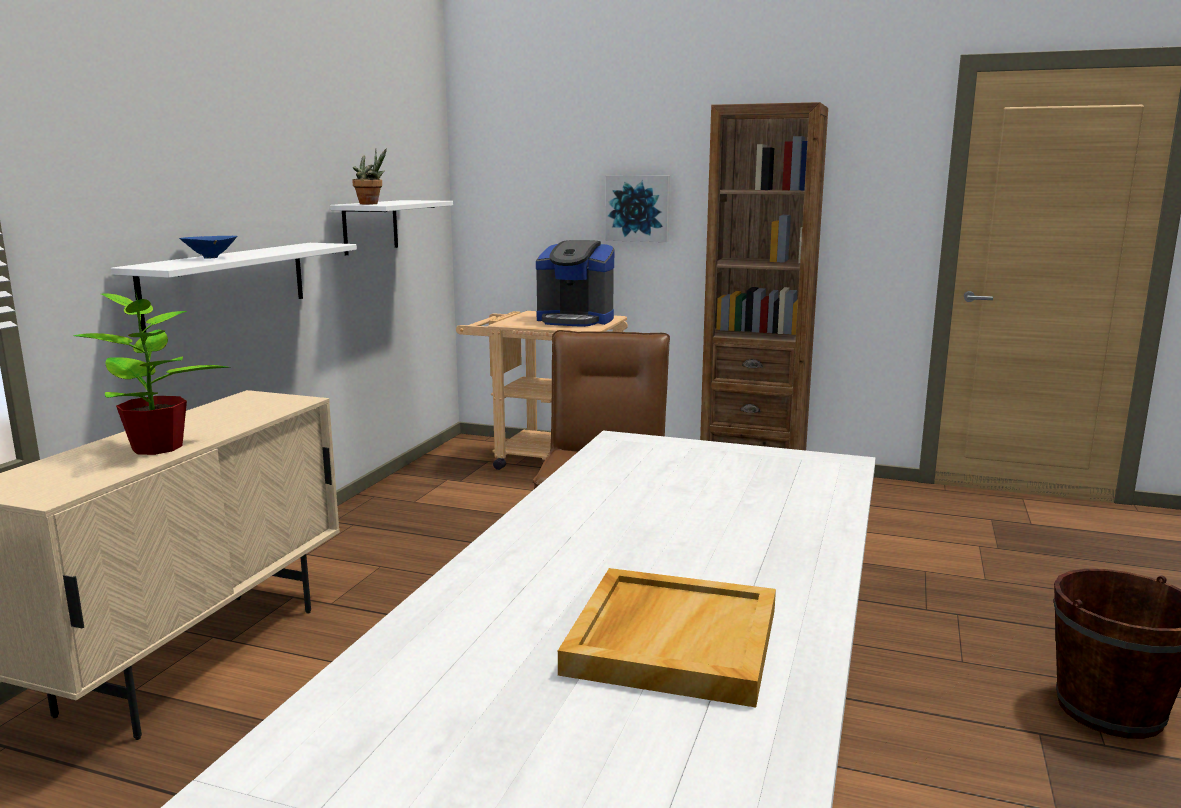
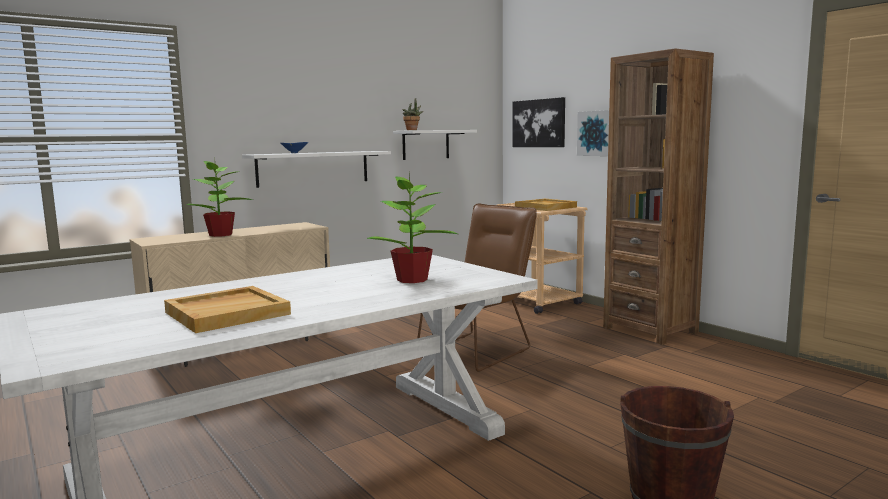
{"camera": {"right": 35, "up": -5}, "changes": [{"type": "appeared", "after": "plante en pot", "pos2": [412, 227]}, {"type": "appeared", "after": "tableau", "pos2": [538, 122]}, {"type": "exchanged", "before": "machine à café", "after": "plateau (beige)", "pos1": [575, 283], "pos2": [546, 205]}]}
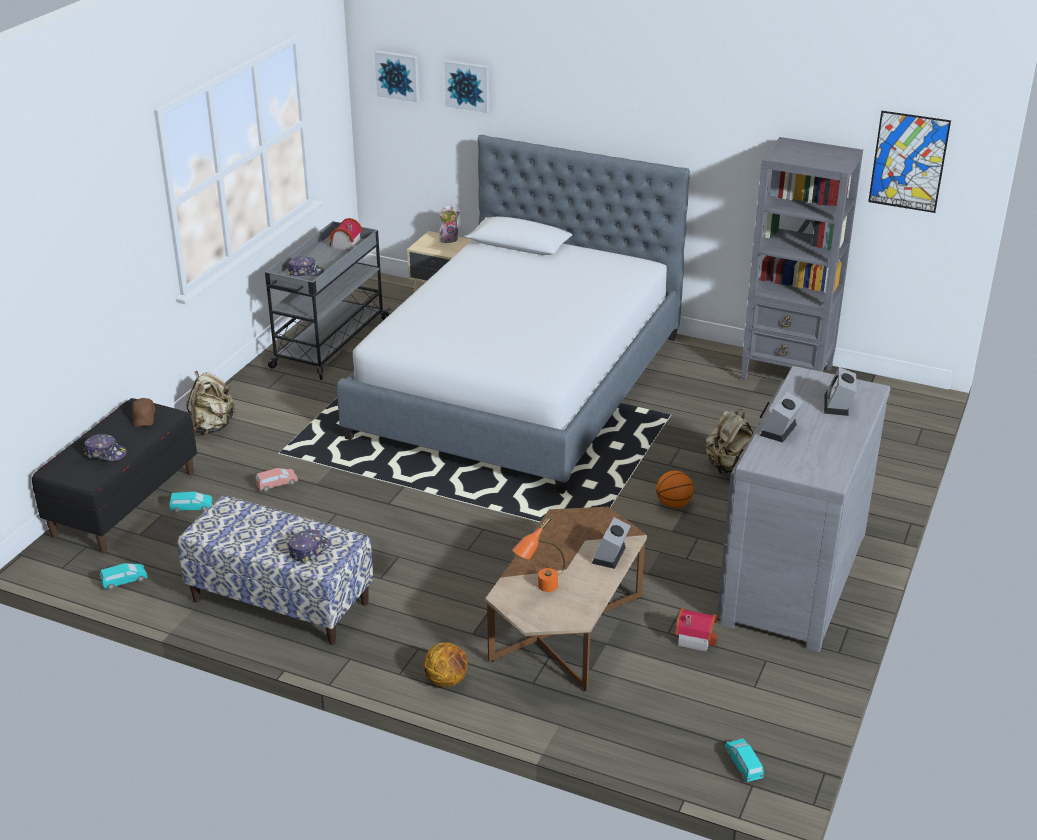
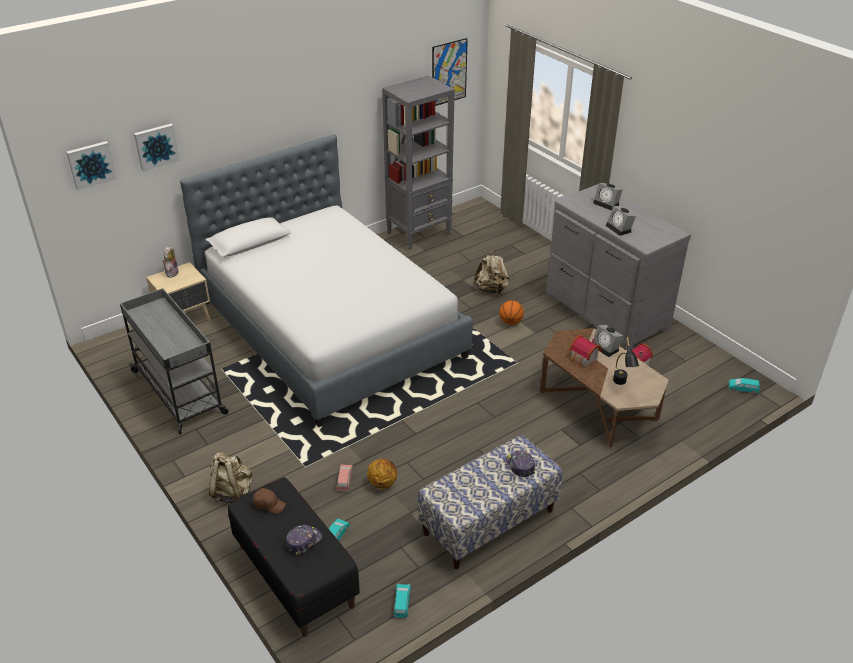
{"camera": {"right": -60, "up": 5}, "changes": [{"type": "missing", "before": "casquette", "pos1": [306, 266]}, {"type": "relocated", "before": "maison miniature", "pos1": [346, 234], "pos2": [585, 351]}, {"type": "relocated", "before": "ballon de basket", "pos1": [446, 664], "pos2": [382, 473]}, {"type": "colour", "before": "lampe de table (orange)", "after": "lampe de table (noir)", "pos1": [538, 554], "pos2": [626, 361]}]}
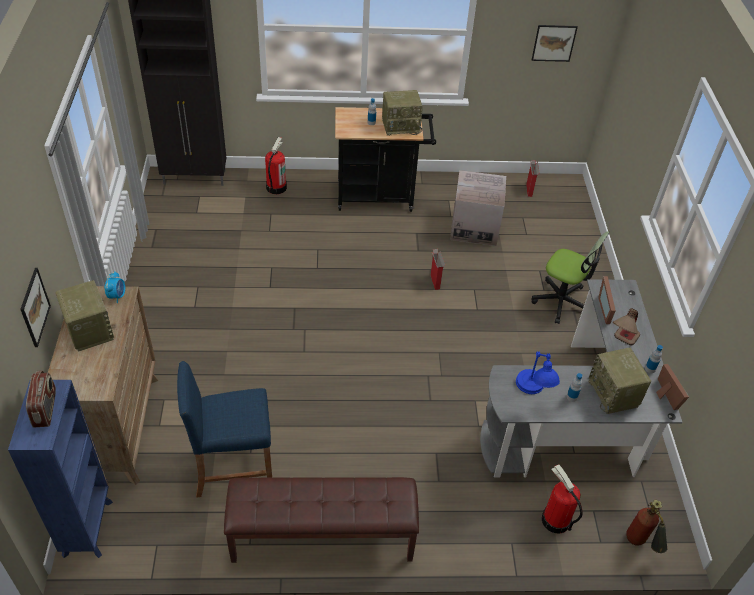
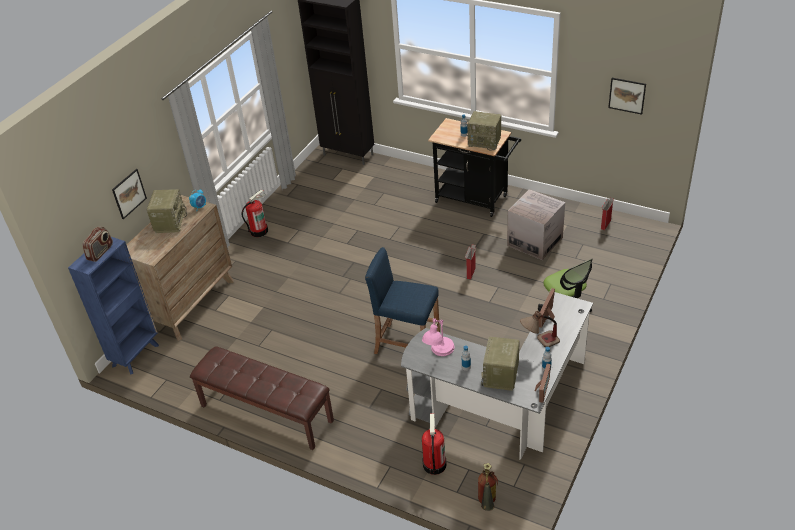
{"camera": {"right": 35, "up": -5}, "changes": [{"type": "relocated", "before": "tabouret (bleu)", "pos1": [224, 429], "pos2": [402, 300]}, {"type": "relocated", "before": "extincteur", "pos1": [276, 165], "pos2": [255, 213]}, {"type": "colour", "before": "lampe de table (bleu)", "after": "lampe de table (rose)", "pos1": [538, 373], "pos2": [438, 337]}]}
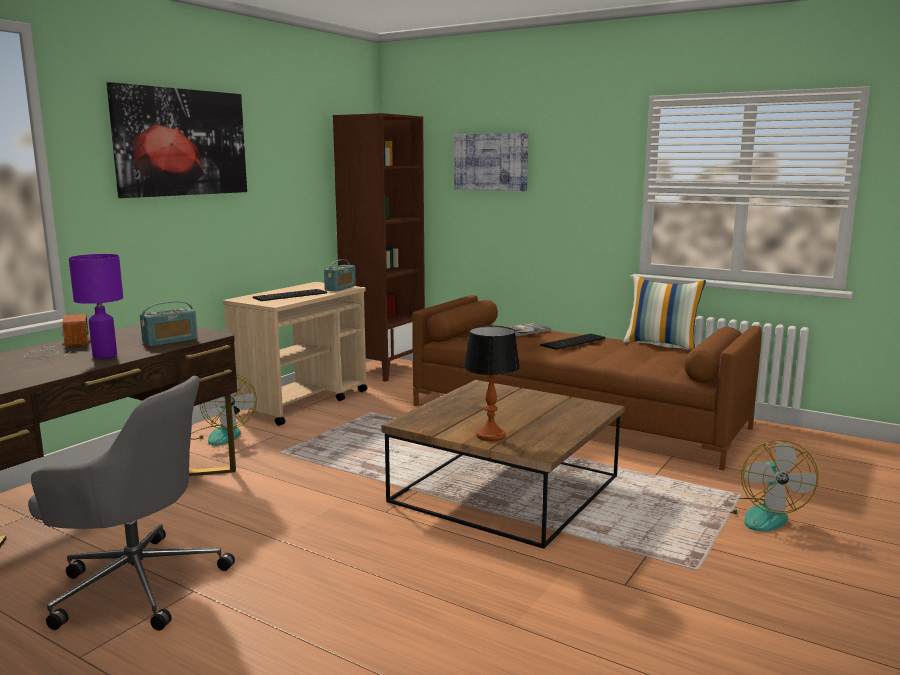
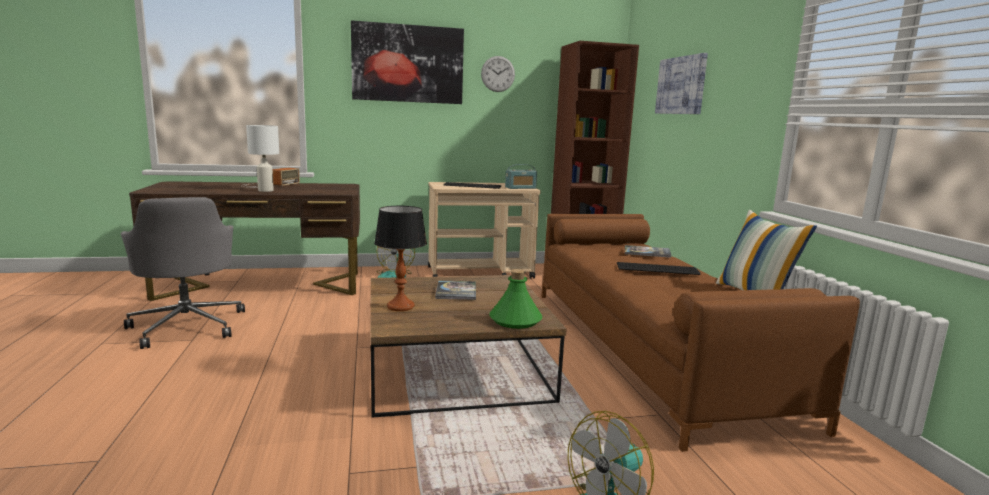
{"camera": {"right": 45, "up": 0}, "changes": [{"type": "missing", "before": "radio", "pos1": [169, 323]}, {"type": "appeared", "after": "livre", "pos2": [455, 290]}, {"type": "appeared", "after": "horloge murale", "pos2": [498, 74]}, {"type": "appeared", "after": "bouteille (vert)", "pos2": [516, 299]}, {"type": "colour", "before": "lampe de table (violet)", "after": "lampe de table (blanc)", "pos1": [96, 306], "pos2": [262, 158]}]}
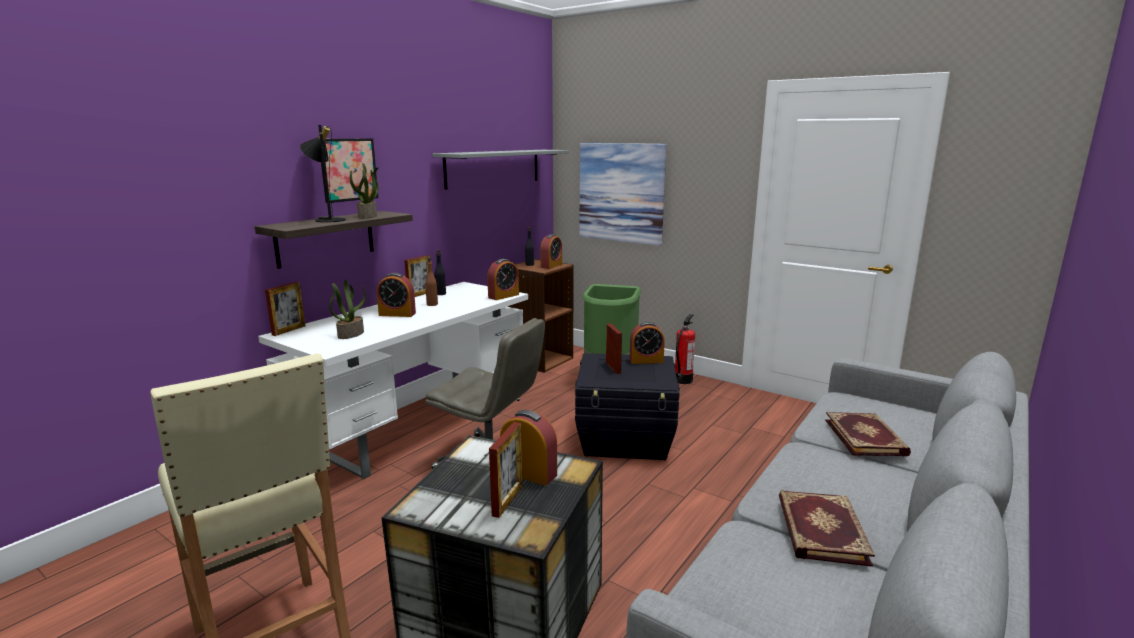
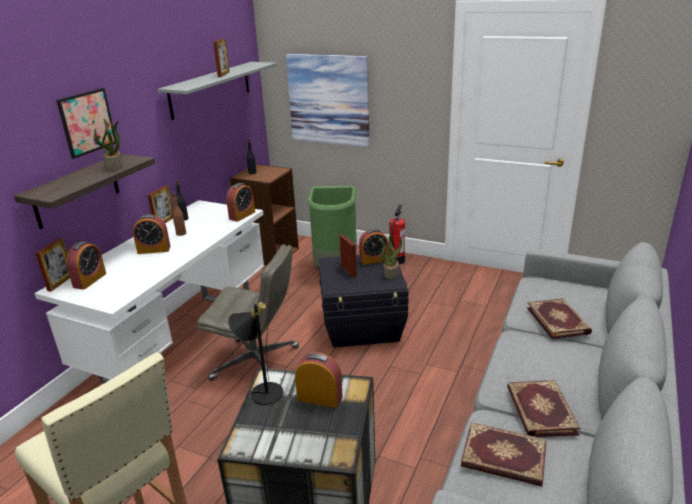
{"camera": {"right": -10, "up": 10}, "changes": [{"type": "appeared", "after": "livre", "pos2": [504, 454]}, {"type": "relocated", "before": "lampe de table (noir)", "pos1": [323, 174], "pos2": [255, 353]}, {"type": "relocated", "before": "plante en pot", "pos1": [347, 309], "pos2": [390, 257]}, {"type": "relocated", "before": "cadre photo", "pos1": [506, 470], "pos2": [221, 57]}, {"type": "relocated", "before": "réveil", "pos1": [551, 251], "pos2": [86, 265]}]}
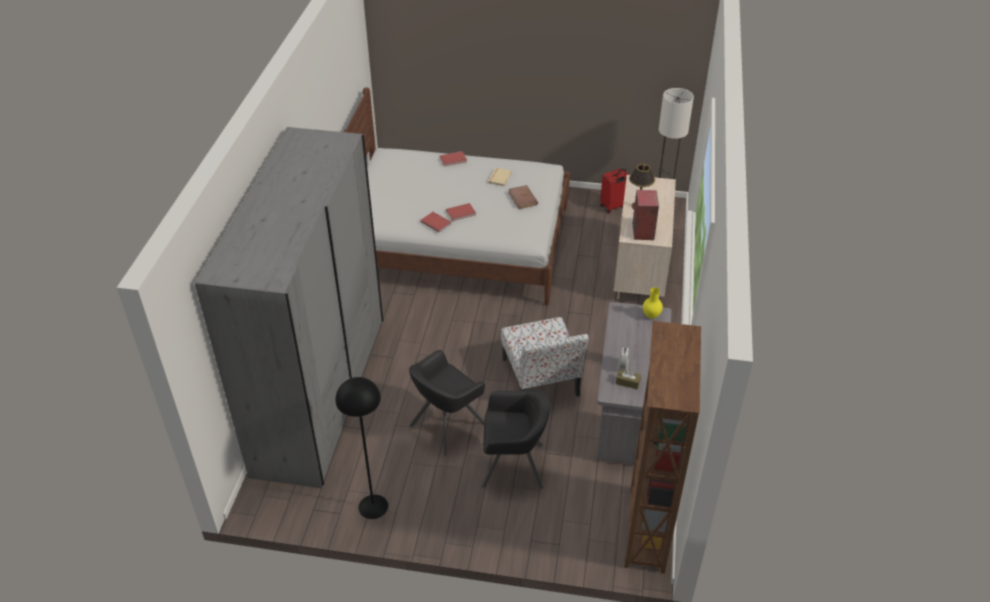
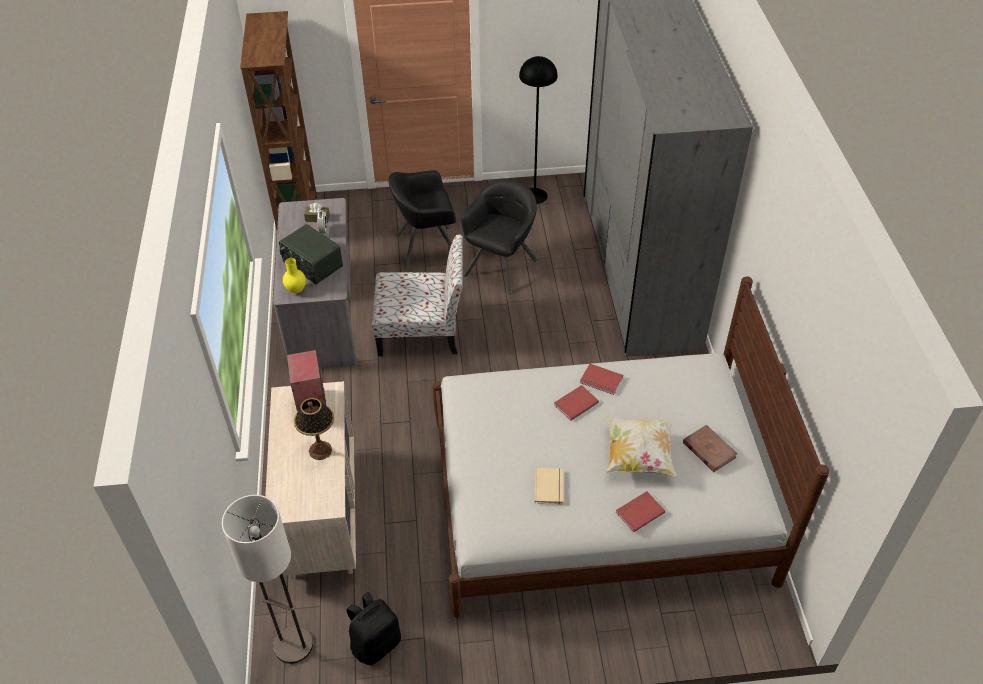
{"camera": {"right": 165, "up": 5}, "changes": [{"type": "appeared", "after": "radio", "pos2": [311, 254]}, {"type": "appeared", "after": "coussin", "pos2": [641, 446]}, {"type": "relocated", "before": "livre (marron)", "pos1": [523, 197], "pos2": [710, 448]}, {"type": "exchanged", "before": "valise (rouge)", "after": "sac à dos (noir)", "pos1": [614, 190], "pos2": [373, 629]}, {"type": "spun", "before": "chaise", "pos1": [545, 357], "pos2": [417, 295], "turn": 120}]}
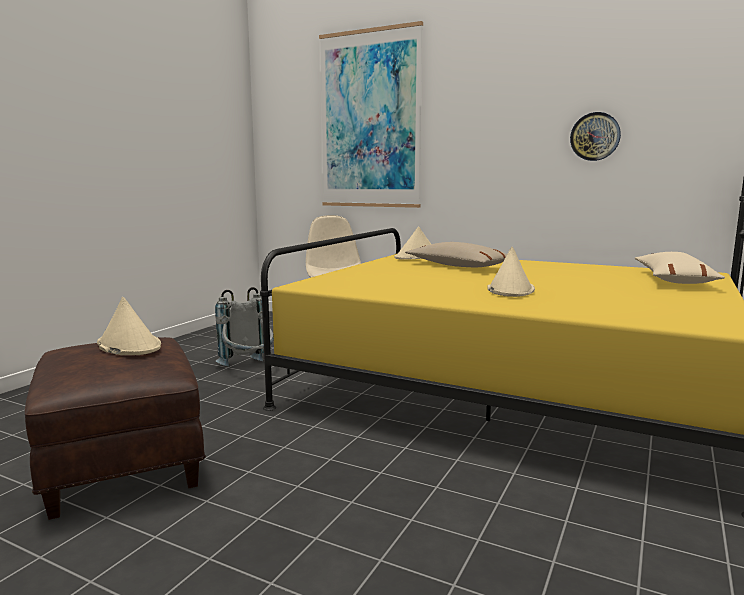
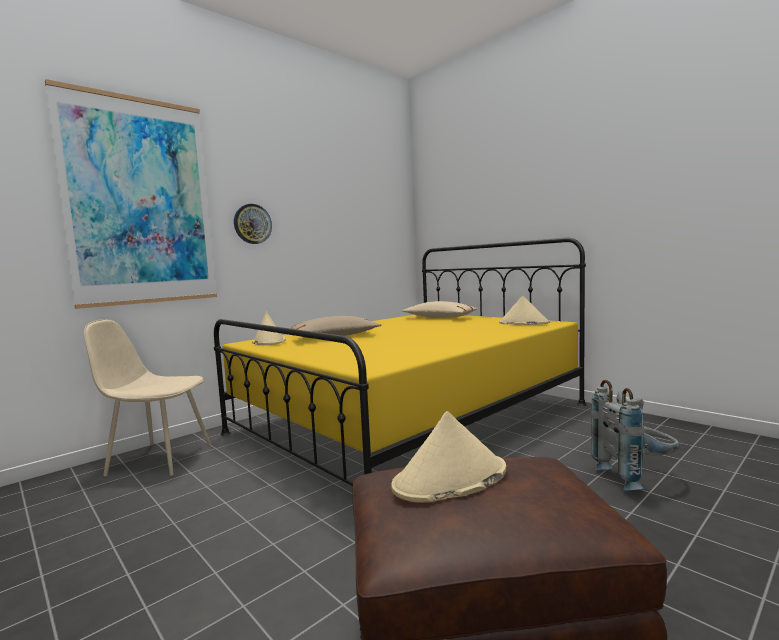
{"camera": {"right": -70, "up": -5}, "changes": [{"type": "relocated", "before": "sac à dos (gris)", "pos1": [244, 327], "pos2": [635, 435]}, {"type": "relocated", "before": "chapeau (beige)", "pos1": [511, 272], "pos2": [524, 310]}, {"type": "relocated", "before": "horloge murale", "pos1": [595, 136], "pos2": [253, 224]}]}
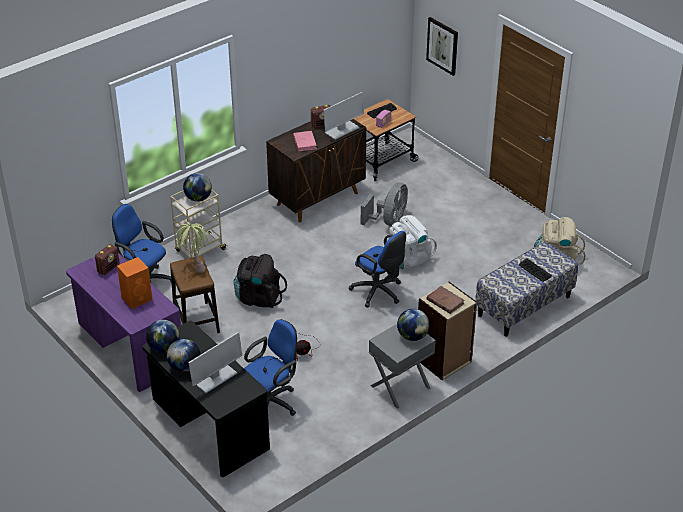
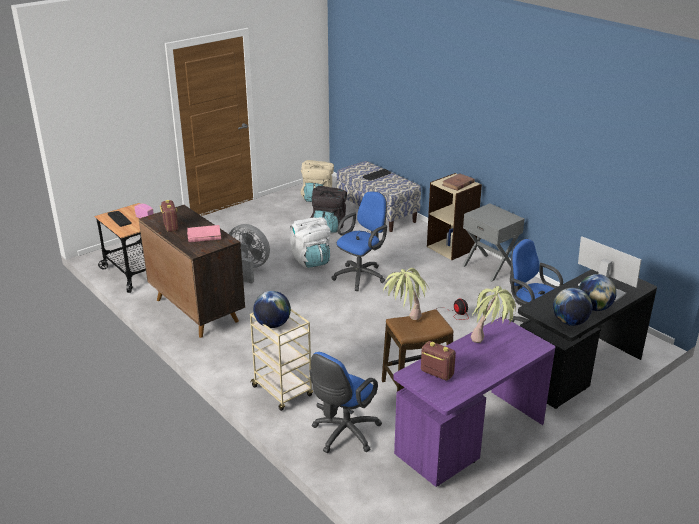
{"camera": {"right": -90, "up": -10}, "changes": [{"type": "missing", "before": "écran d'ordinateur", "pos1": [343, 116]}, {"type": "missing", "before": "globe", "pos1": [413, 325]}, {"type": "missing", "before": "tableau", "pos1": [442, 46]}, {"type": "relocated", "before": "sac à dos (noir)", "pos1": [260, 281], "pos2": [329, 209]}, {"type": "exchanged", "before": "enceinte (orange)", "after": "plante en pot", "pos1": [134, 283], "pos2": [493, 314]}]}
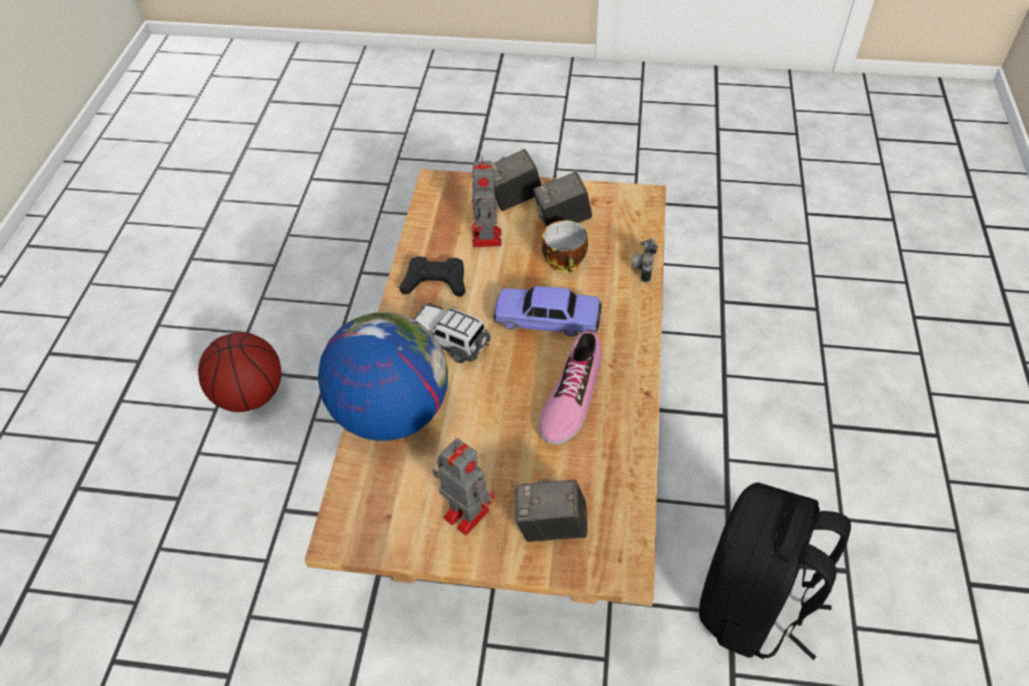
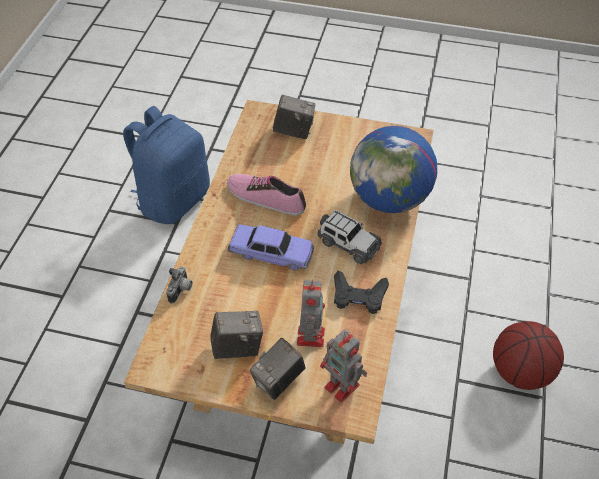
{"camera": {"right": -175, "up": 0}, "changes": [{"type": "missing", "before": "tasse", "pos1": [564, 246]}, {"type": "relocated", "before": "robot jouet", "pos1": [463, 486], "pos2": [343, 365]}, {"type": "colour", "before": "sac à dos (noir)", "after": "sac à dos (bleu)", "pos1": [775, 571], "pos2": [166, 165]}, {"type": "spun", "before": "appareil photo", "pos1": [516, 180], "pos2": [278, 369], "turn": 150}, {"type": "spun", "before": "chaussure", "pos1": [570, 387], "pos2": [266, 194], "turn": -90}]}
